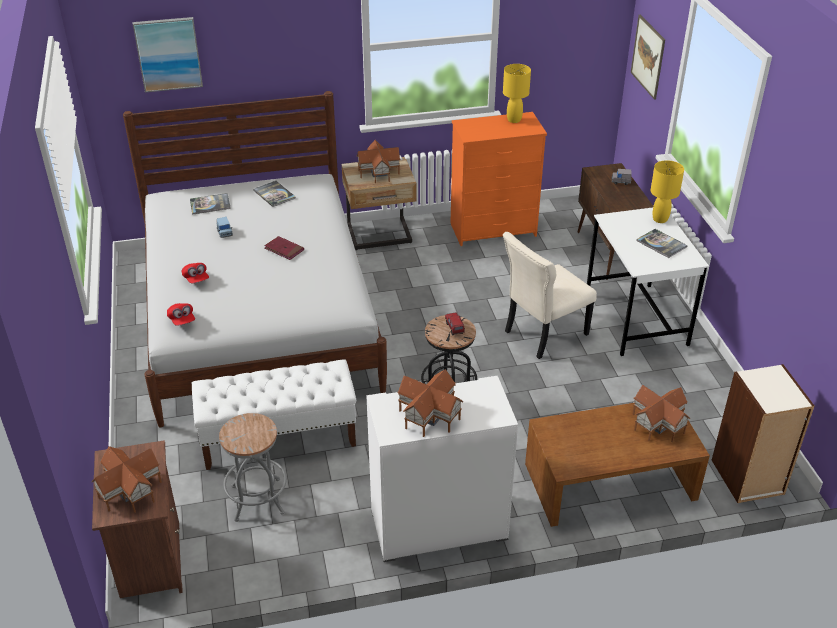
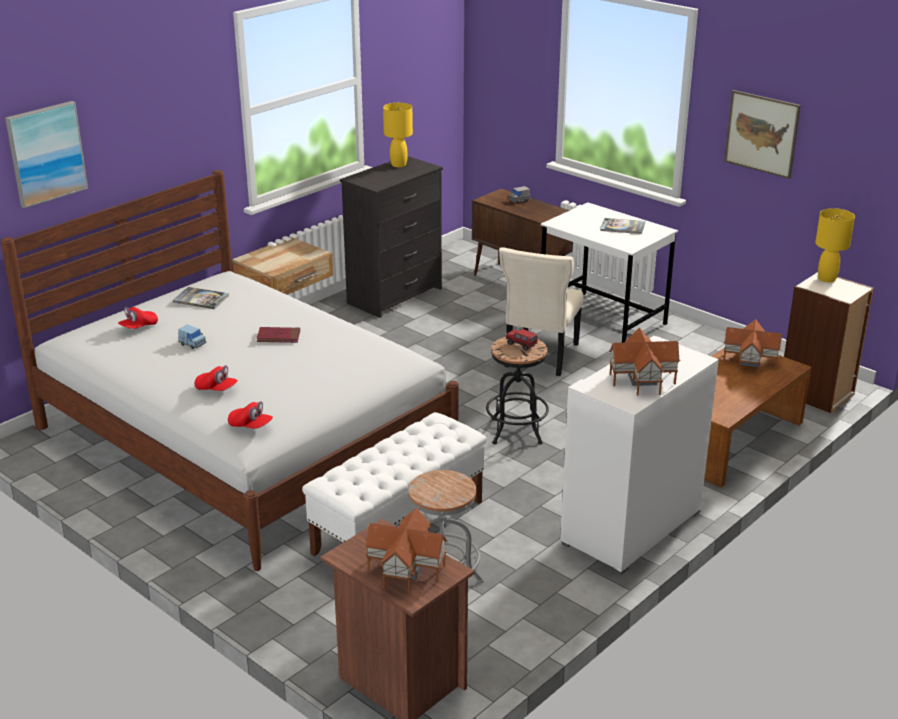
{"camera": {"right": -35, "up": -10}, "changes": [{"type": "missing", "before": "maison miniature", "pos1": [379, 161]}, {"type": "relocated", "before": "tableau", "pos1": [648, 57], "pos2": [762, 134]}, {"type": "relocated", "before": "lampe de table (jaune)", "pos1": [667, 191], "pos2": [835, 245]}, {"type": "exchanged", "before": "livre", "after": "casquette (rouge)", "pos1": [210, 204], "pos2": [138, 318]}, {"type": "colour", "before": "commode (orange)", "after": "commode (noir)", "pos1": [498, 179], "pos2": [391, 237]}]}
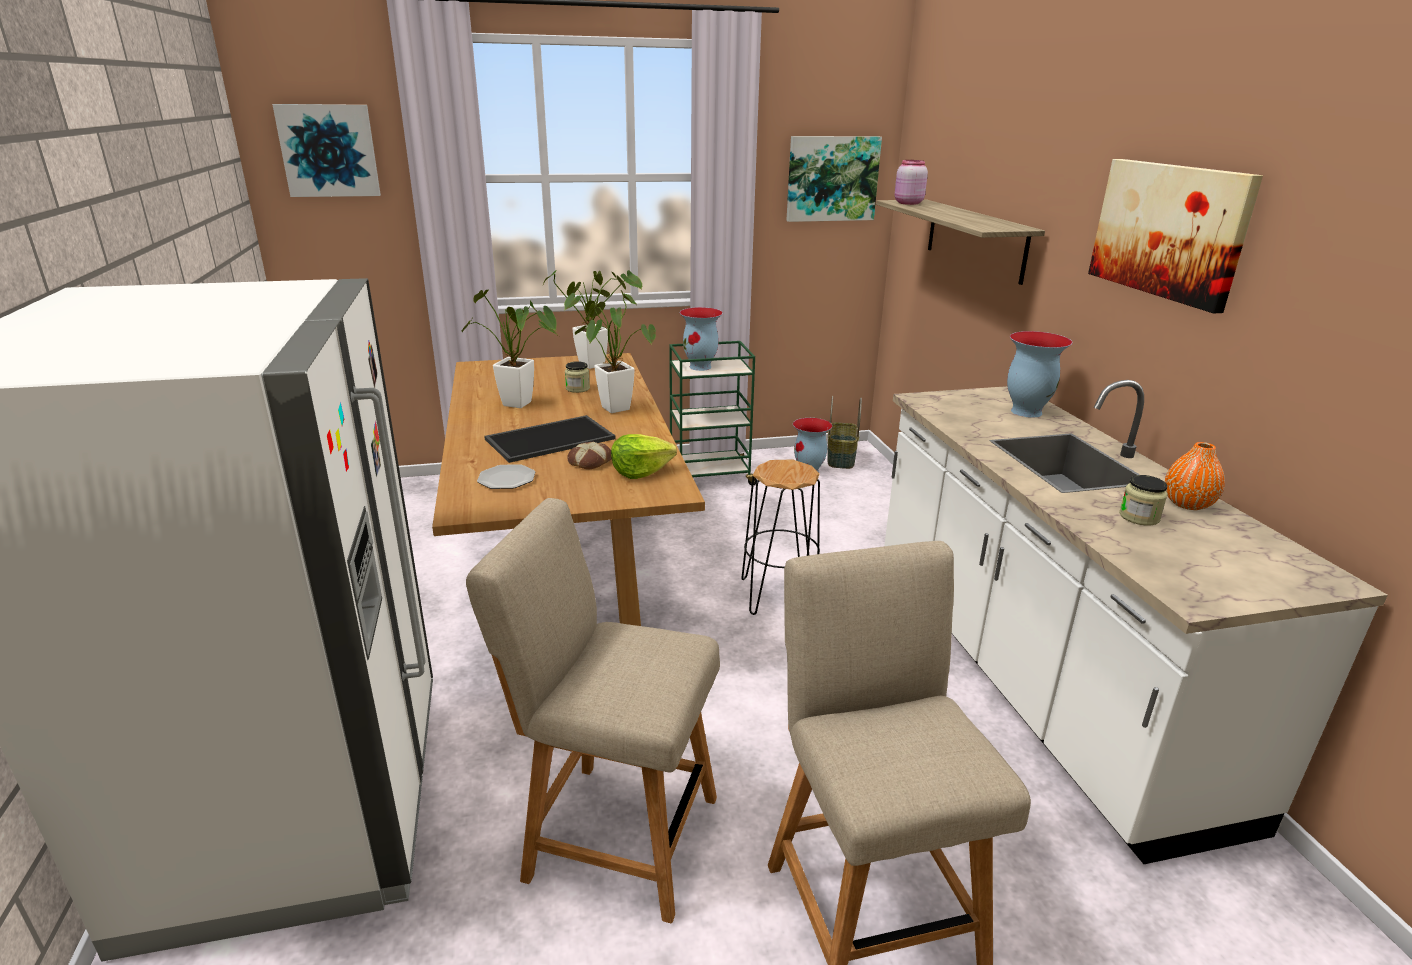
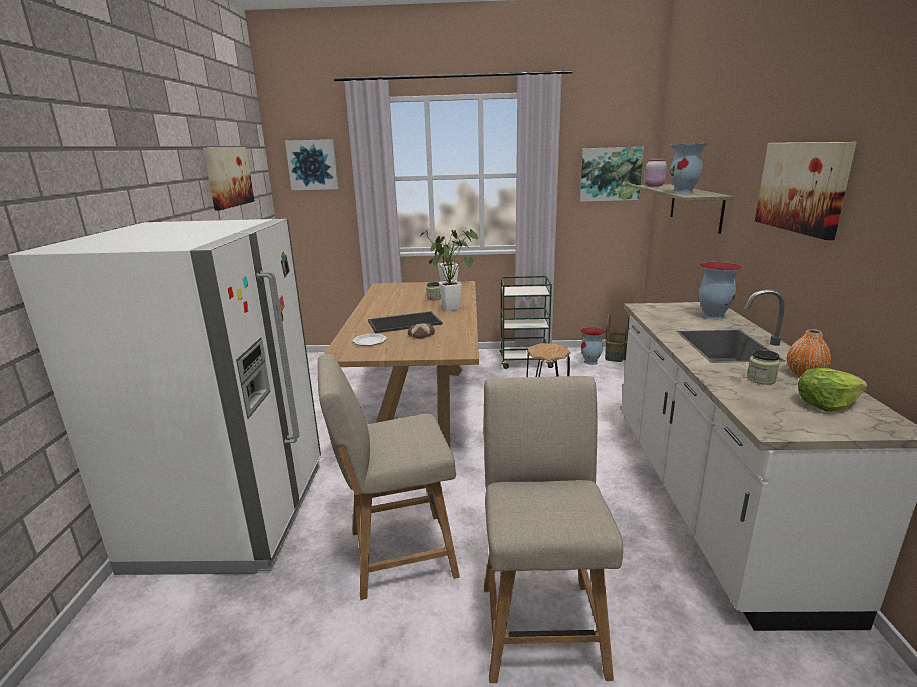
{"camera": {"right": 15, "up": -5}, "changes": [{"type": "missing", "before": "plante en pot", "pos1": [510, 349]}, {"type": "appeared", "after": "tableau", "pos2": [228, 179]}, {"type": "relocated", "before": "laitue", "pos1": [644, 456], "pos2": [833, 390]}, {"type": "relocated", "before": "vase", "pos1": [701, 339], "pos2": [689, 168]}, {"type": "spun", "before": "chaise (beige)", "pos1": [593, 710], "pos2": [389, 477], "turn": -45}]}
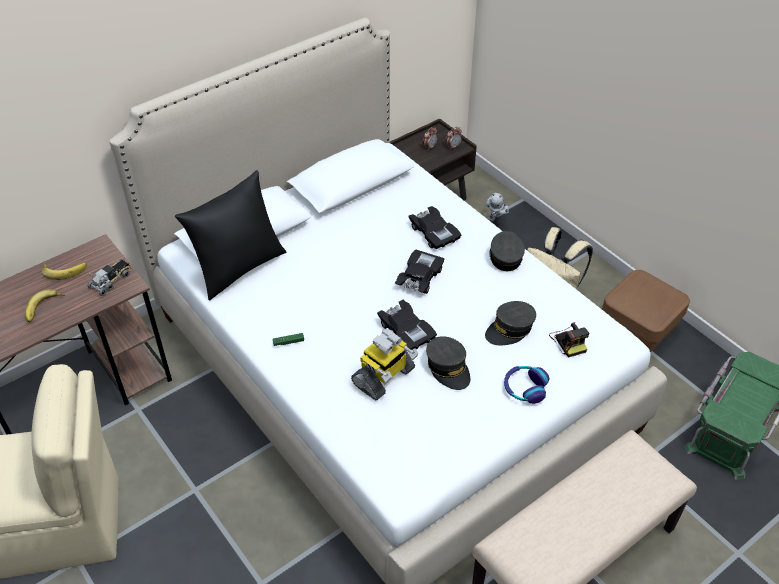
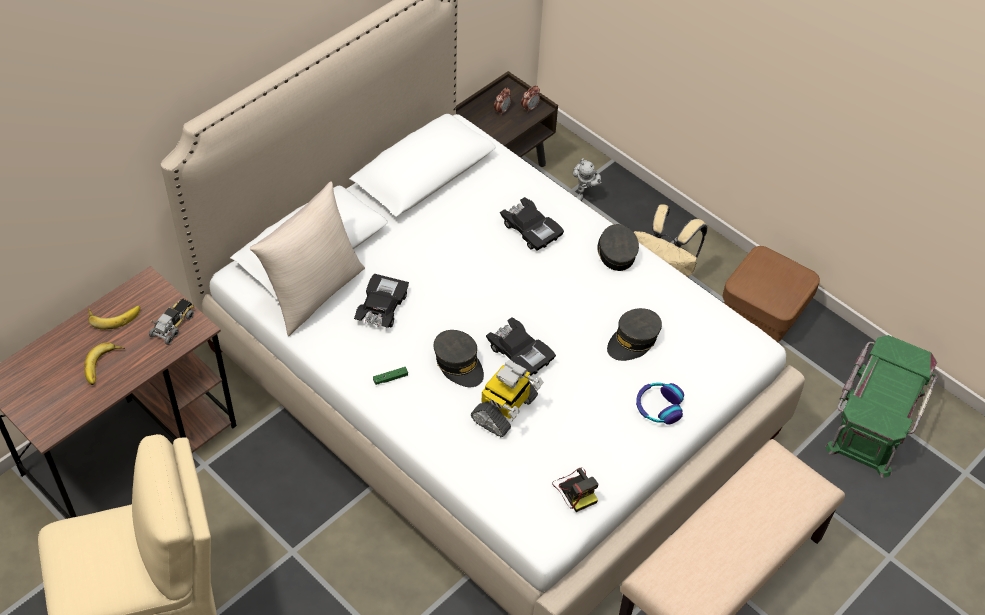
{"camera": {"right": -10, "up": 5}, "changes": [{"type": "relocated", "before": "petite voiture (noir)", "pos1": [420, 272], "pos2": [381, 301]}, {"type": "relocated", "before": "casquette (gris)", "pos1": [448, 363], "pos2": [459, 358]}, {"type": "relocated", "before": "appareil photo", "pos1": [569, 340], "pos2": [575, 489]}, {"type": "colour", "before": "coussin (noir)", "after": "coussin (beige)", "pos1": [230, 235], "pos2": [307, 258]}]}
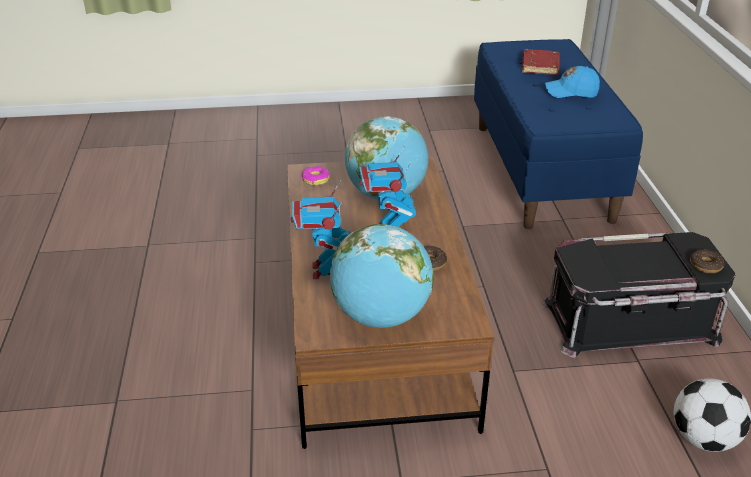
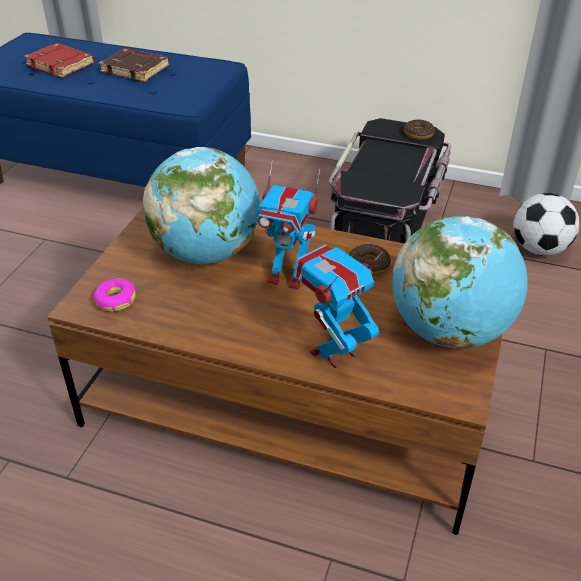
{"camera": {"right": -65, "up": 5}, "changes": [{"type": "exchanged", "before": "casquette (bleu)", "after": "livre (marron)", "pos1": [572, 82], "pos2": [134, 65]}, {"type": "spun", "before": "robot jouet", "pos1": [321, 229], "pos2": [338, 306], "turn": 120}]}
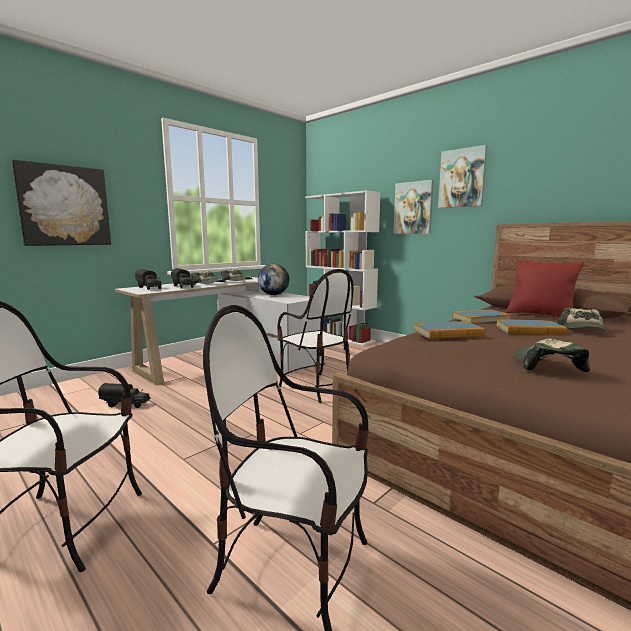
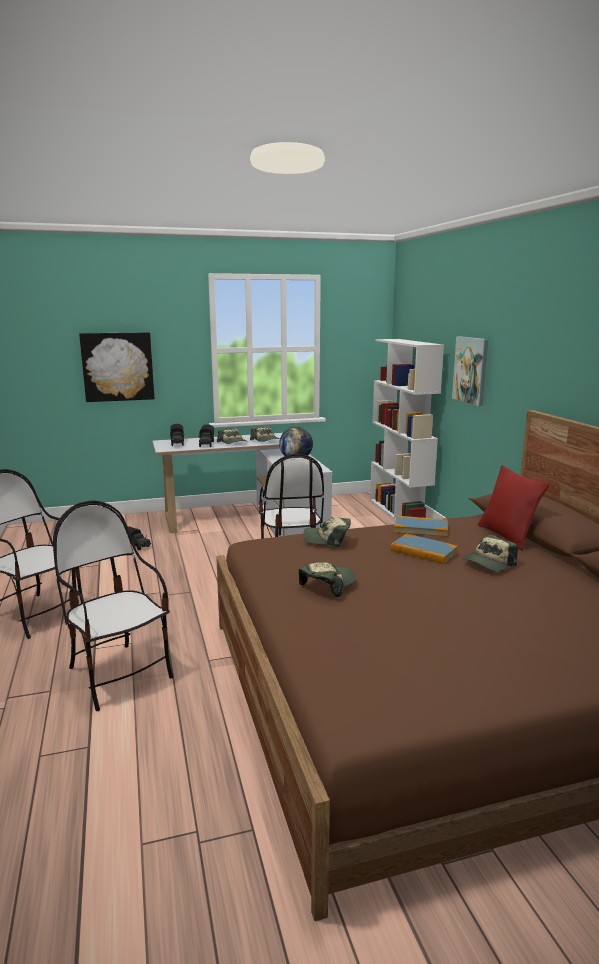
{"camera": {"right": 30, "up": 5}, "changes": [{"type": "missing", "before": "tableau", "pos1": [462, 176]}, {"type": "exchanged", "before": "livre", "after": "casquette", "pos1": [449, 330], "pos2": [327, 533]}]}
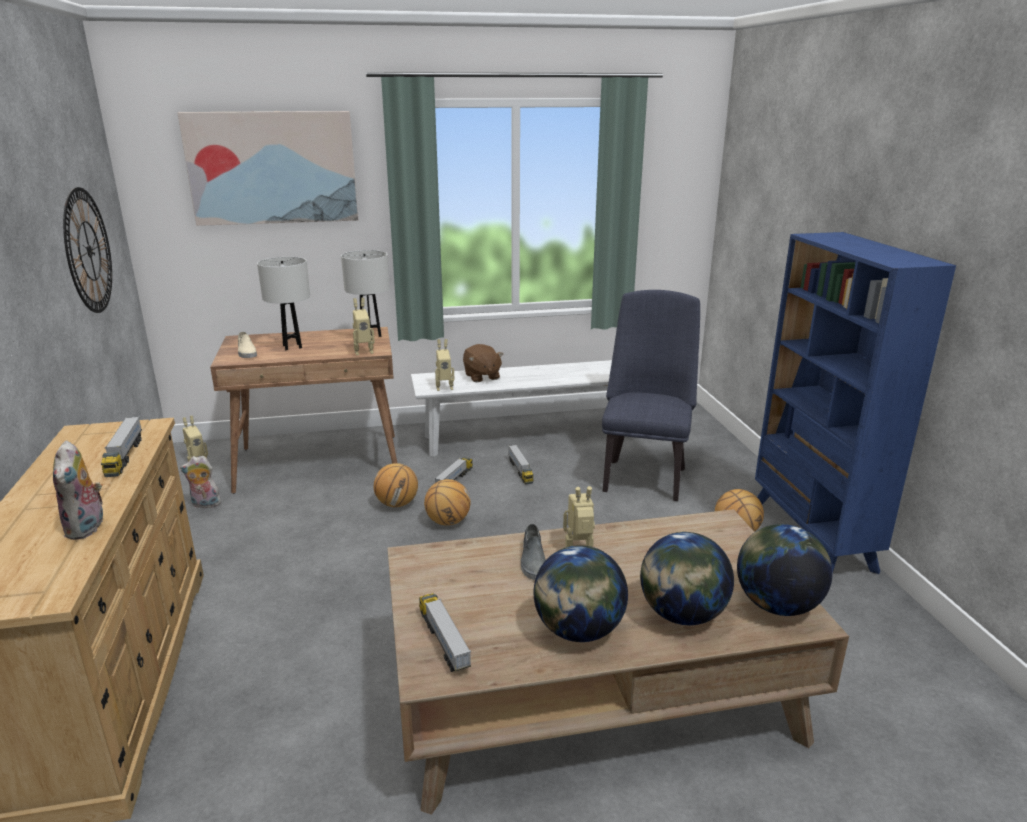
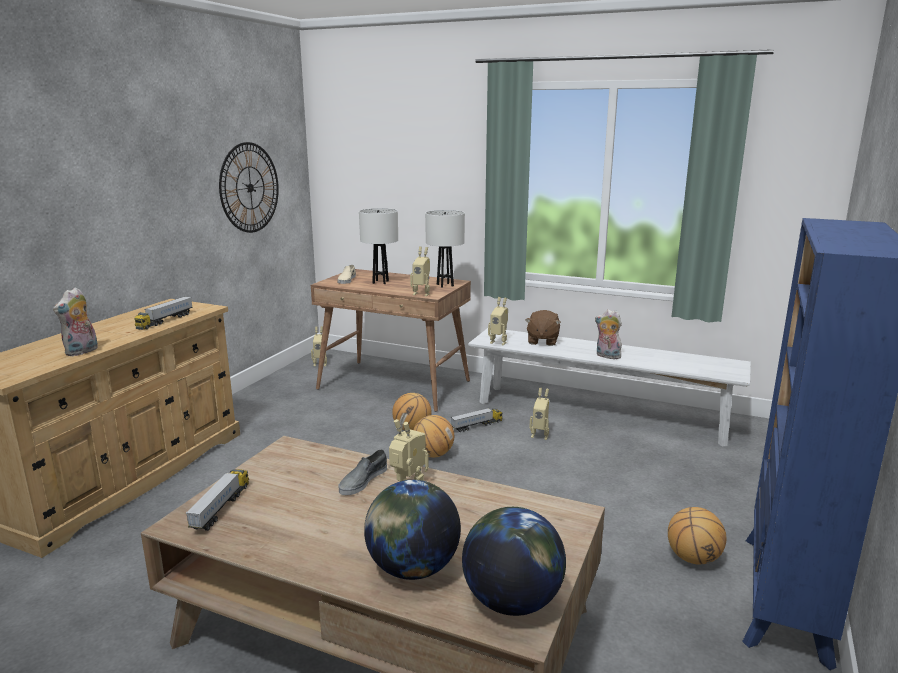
{"camera": {"right": 35, "up": -5}, "changes": [{"type": "missing", "before": "tableau", "pos1": [267, 168]}, {"type": "missing", "before": "globe", "pos1": [580, 593]}, {"type": "missing", "before": "chaise (bleu)", "pos1": [651, 395]}, {"type": "relocated", "before": "peluche", "pos1": [200, 482], "pos2": [608, 335]}, {"type": "exchanged", "before": "camion jouet", "after": "robot jouet", "pos1": [521, 464], "pos2": [539, 414]}]}
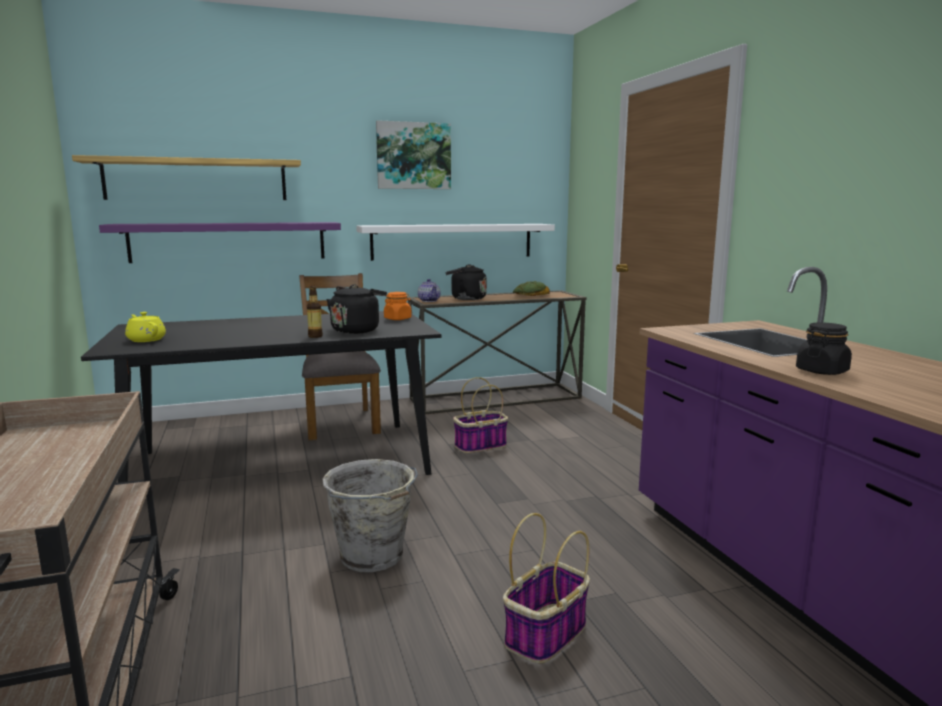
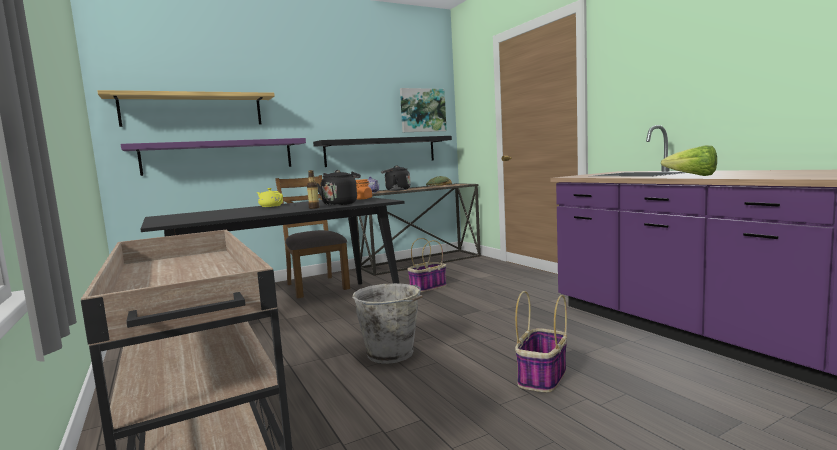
{"camera": {"right": -10, "up": -5}, "changes": [{"type": "relocated", "before": "théière (jaune)", "pos1": [145, 327], "pos2": [269, 197]}, {"type": "relocated", "before": "tableau", "pos1": [413, 154], "pos2": [423, 110]}, {"type": "exchanged", "before": "bocal (noir)", "after": "laitue", "pos1": [824, 348], "pos2": [689, 160]}, {"type": "colour", "before": "étagère (blanc)", "after": "étagère (noir)", "pos1": [455, 242], "pos2": [382, 151]}]}
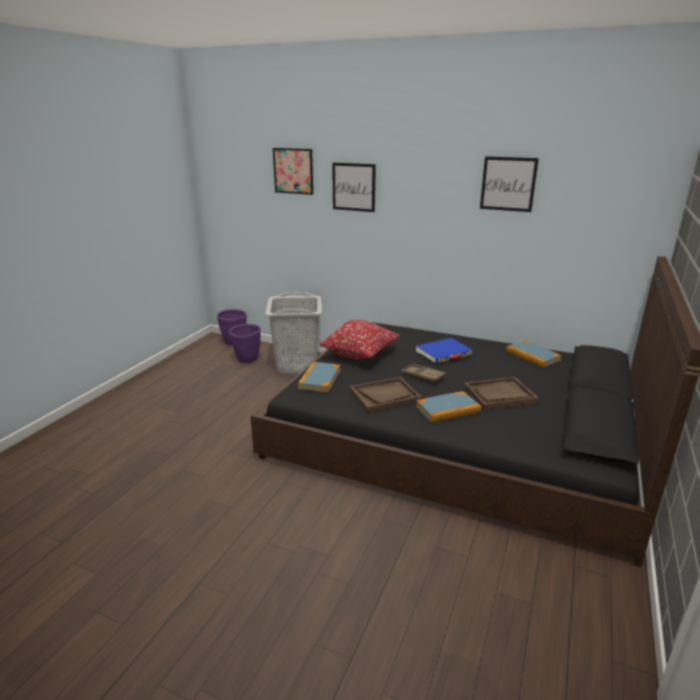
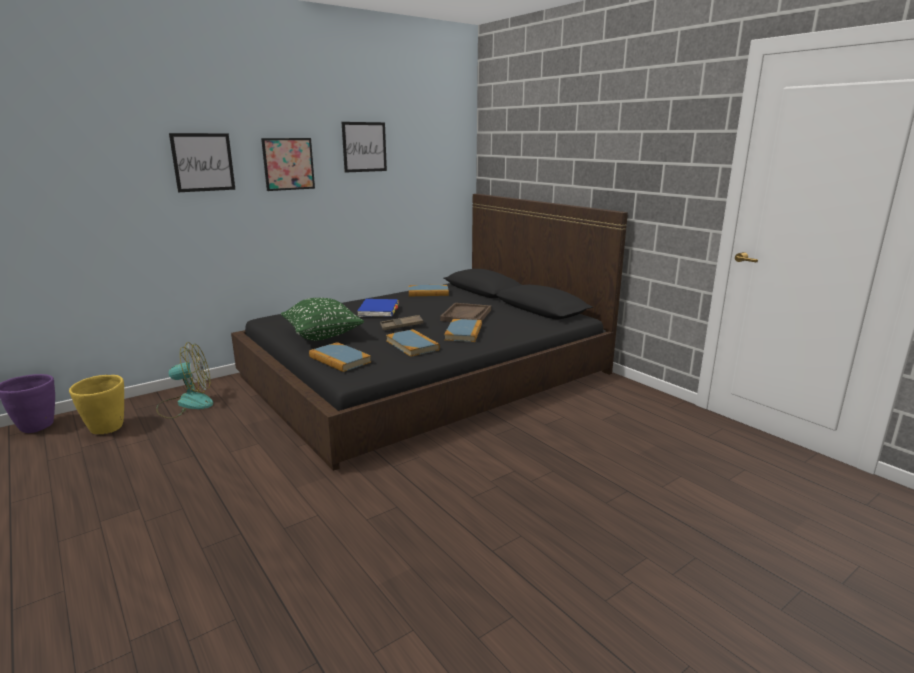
{"camera": {"right": -60, "up": -5}, "changes": [{"type": "relocated", "before": "tableau", "pos1": [293, 171], "pos2": [288, 164]}, {"type": "exchanged", "before": "panier à linge (gris)", "after": "ventilateur", "pos1": [293, 333], "pos2": [184, 380]}, {"type": "exchanged", "before": "plateau (marron)", "after": "livre", "pos1": [385, 395], "pos2": [413, 343]}, {"type": "colour", "before": "cache-pot (violet)", "after": "cache-pot (jaune)", "pos1": [245, 343], "pos2": [96, 404]}, {"type": "colour", "before": "coussin (rouge)", "after": "coussin (vert)", "pos1": [359, 340], "pos2": [322, 319]}]}
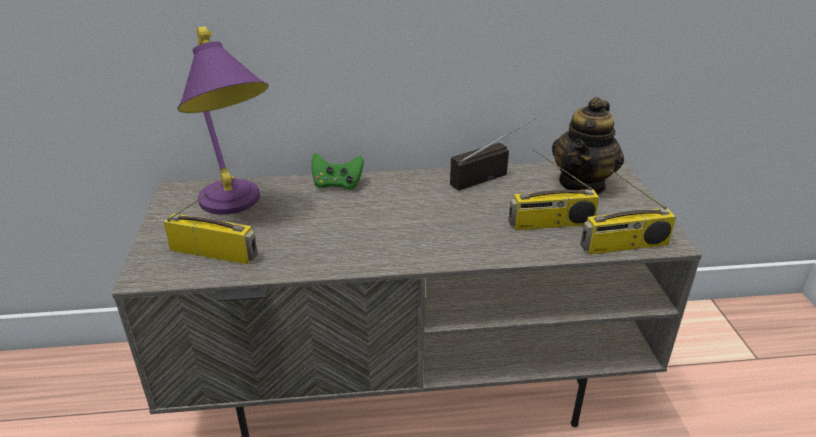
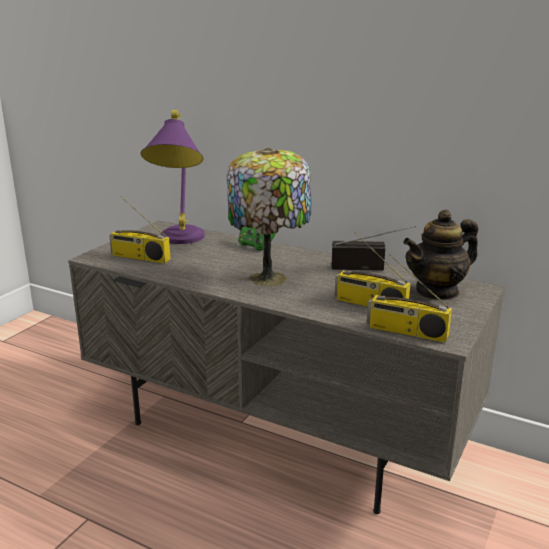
{"camera": {"right": 35, "up": -10}, "changes": [{"type": "appeared", "after": "lampe de table", "pos2": [269, 217]}, {"type": "spun", "before": "radio", "pos1": [210, 223], "pos2": [139, 230], "turn": 150}]}
